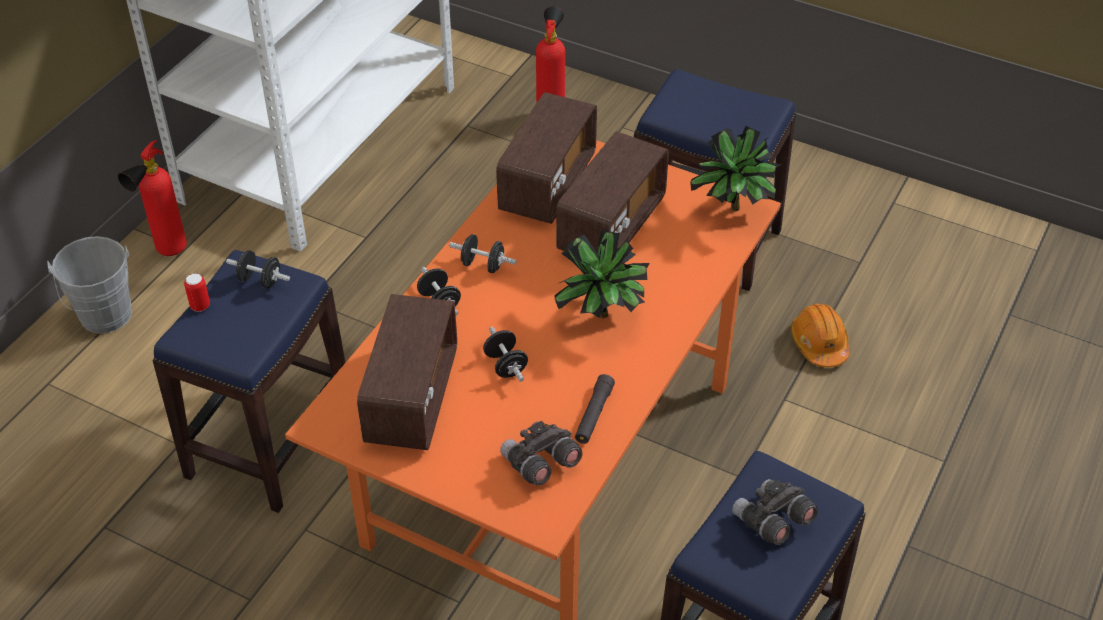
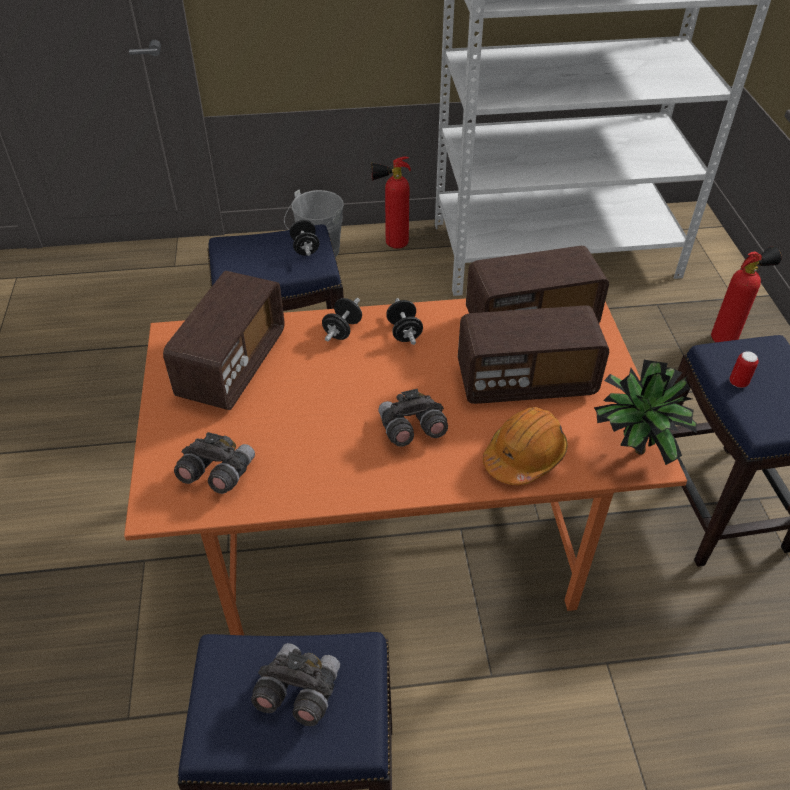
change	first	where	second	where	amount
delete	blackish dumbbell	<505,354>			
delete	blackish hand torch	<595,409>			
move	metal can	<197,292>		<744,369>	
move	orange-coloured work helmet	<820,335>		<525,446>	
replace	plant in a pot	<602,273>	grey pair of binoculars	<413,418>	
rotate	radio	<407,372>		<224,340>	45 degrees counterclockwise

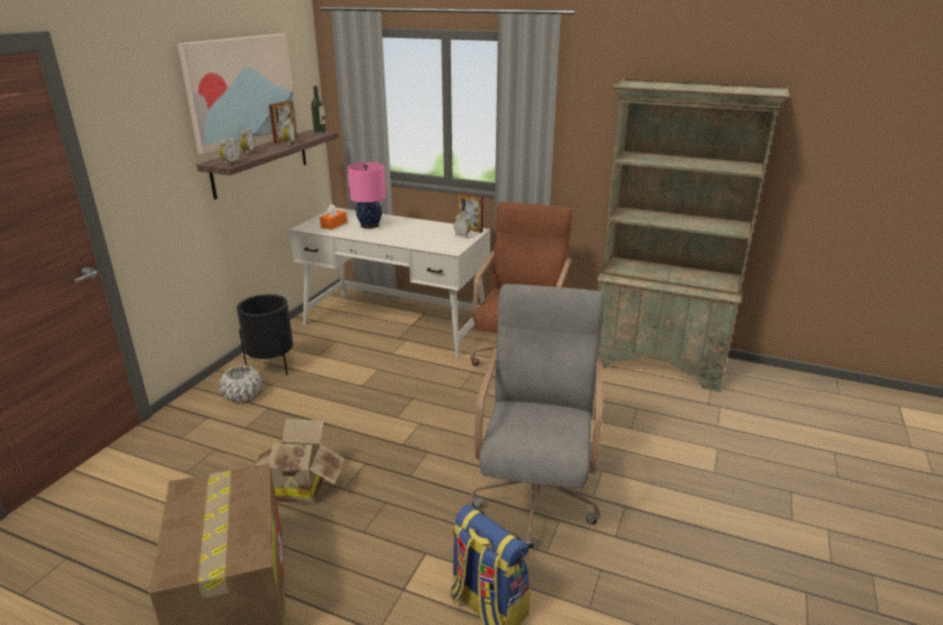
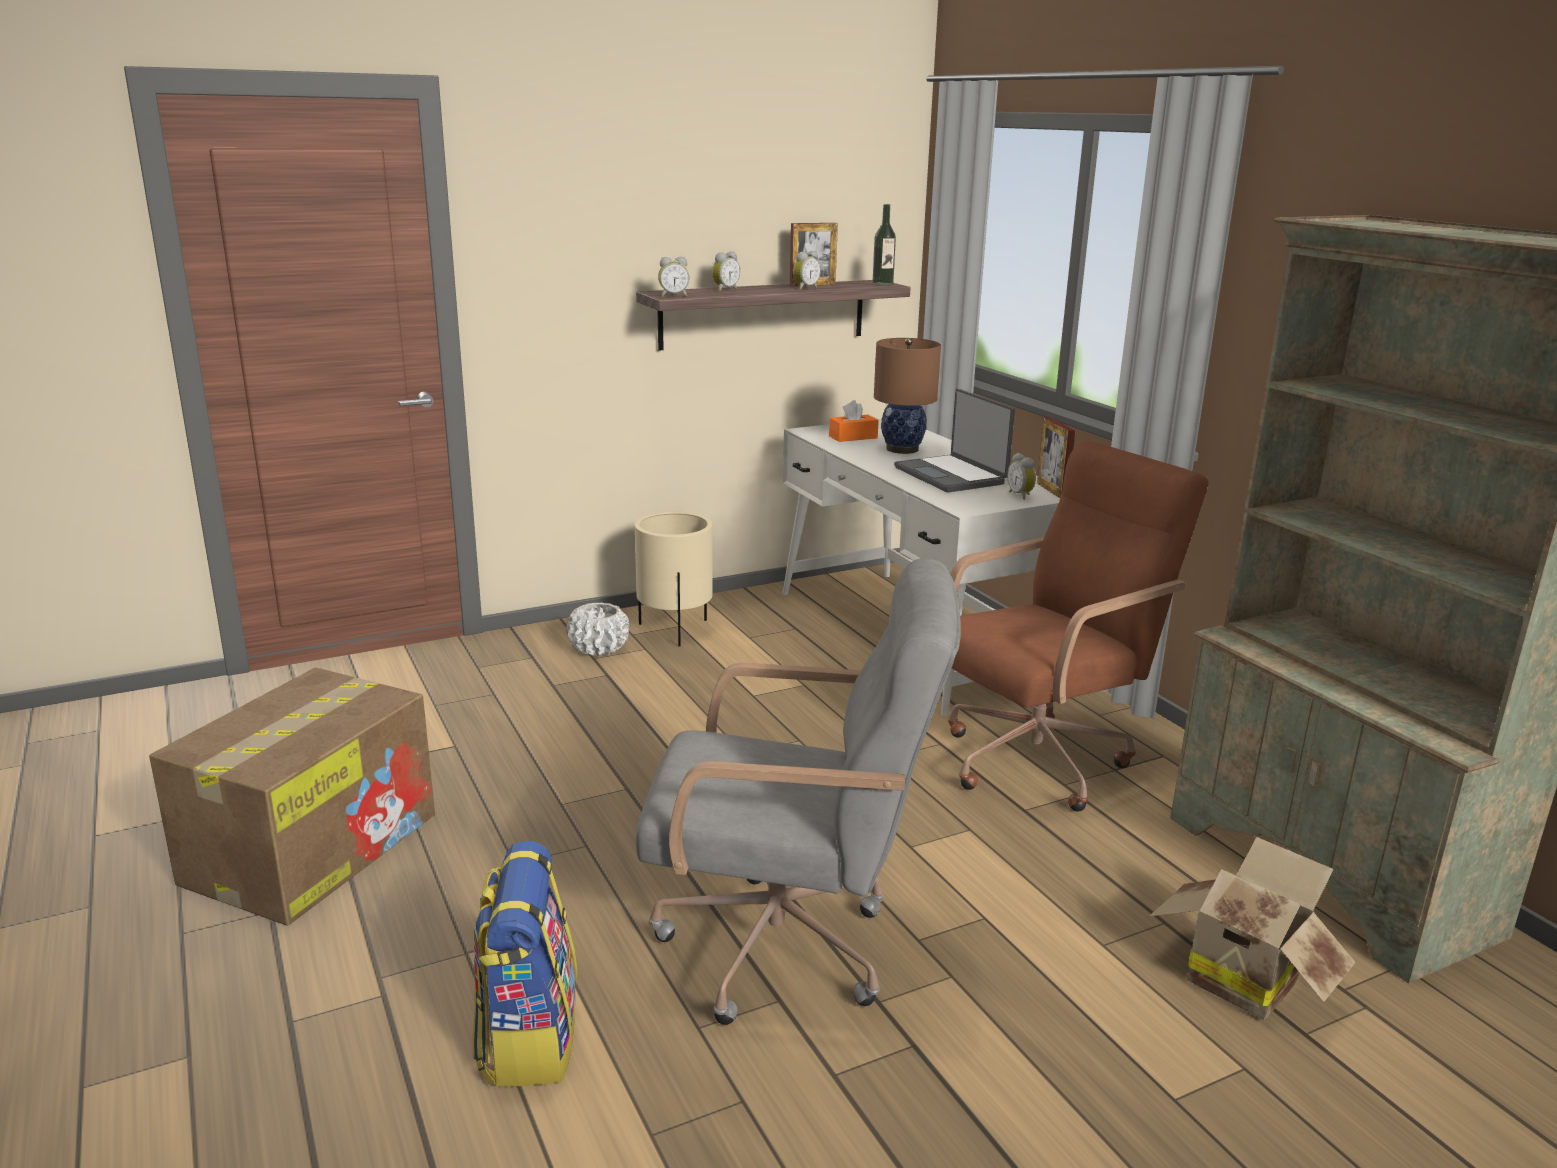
change	first	where	second	where	amount
delete	wall art	<237,94>			
insert			laptop	<954,440>	
move	cardboard box	<299,461>		<1252,928>	
recolor	blackish plant pot	<265,334>	beige-coloured plant pot	<674,578>	
recolor	pink-coloured lamp for a table	<366,195>	brown-coloured lamp for a table	<907,396>	
rotate	grey computer chair	<536,416>		<798,791>	45 degrees clockwise

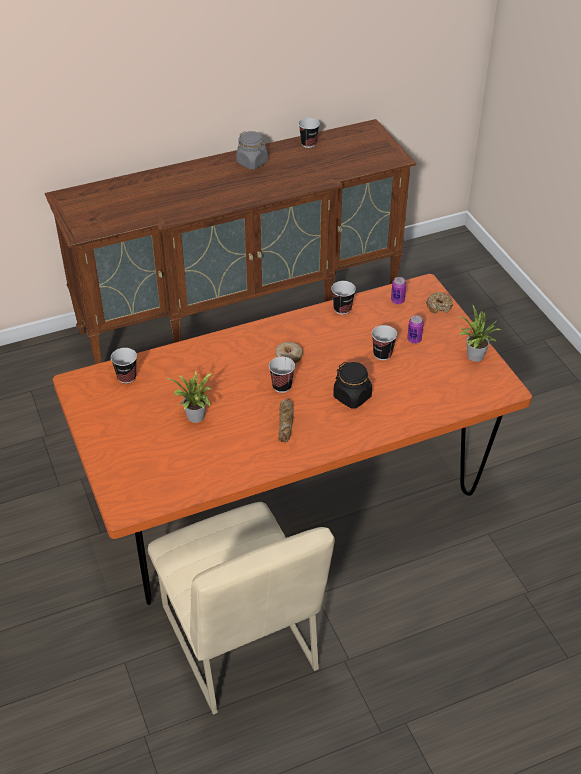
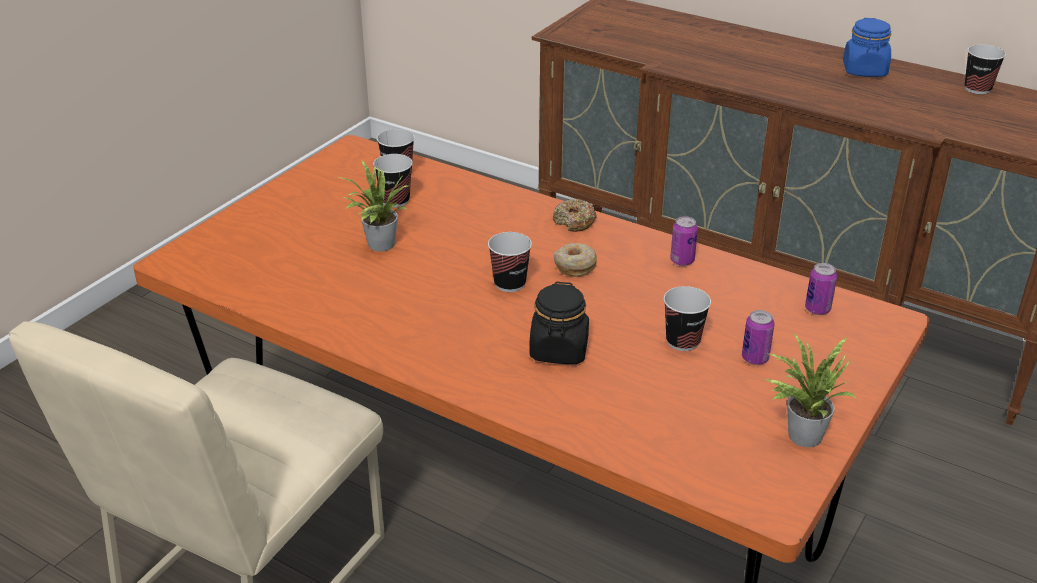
change	first	where	second	where	amount
delete	bread	<286,420>			
insert			metal can	<684,241>	
move	drinking cup	<343,298>		<393,181>	
move	ring doughnut	<439,303>		<575,215>	
recolor	grey preserve jar	<252,150>	bluish preserve jar	<867,47>	

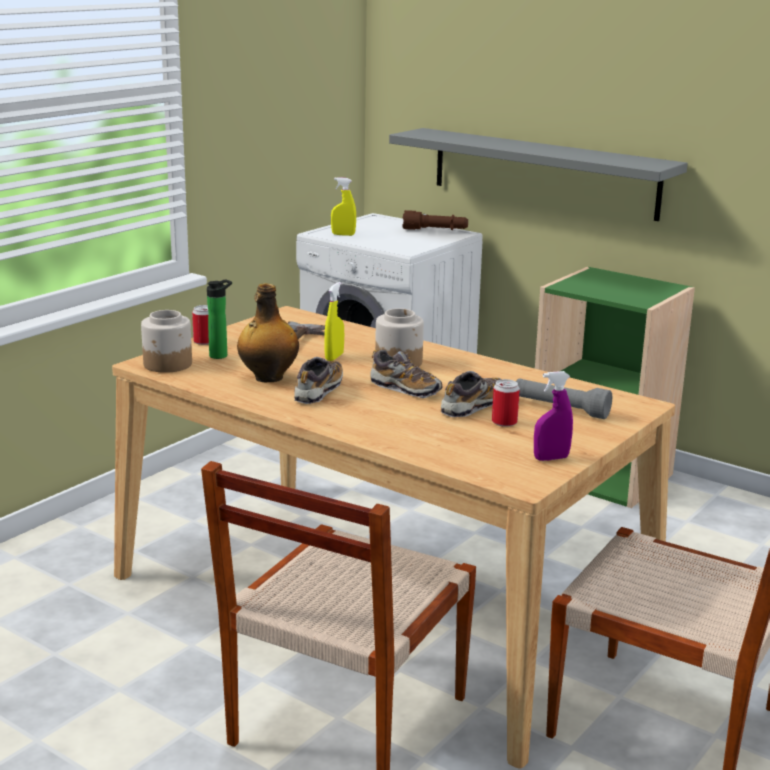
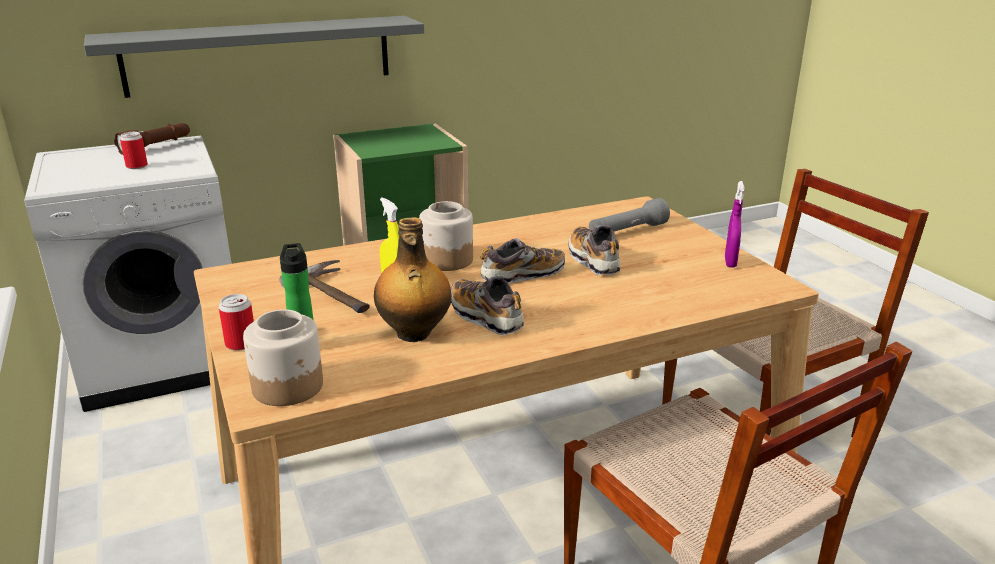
change	first	where	second	where	amount
delete	yellow-coloured sprayer	<343,206>			
move	metal can	<506,403>		<134,150>	

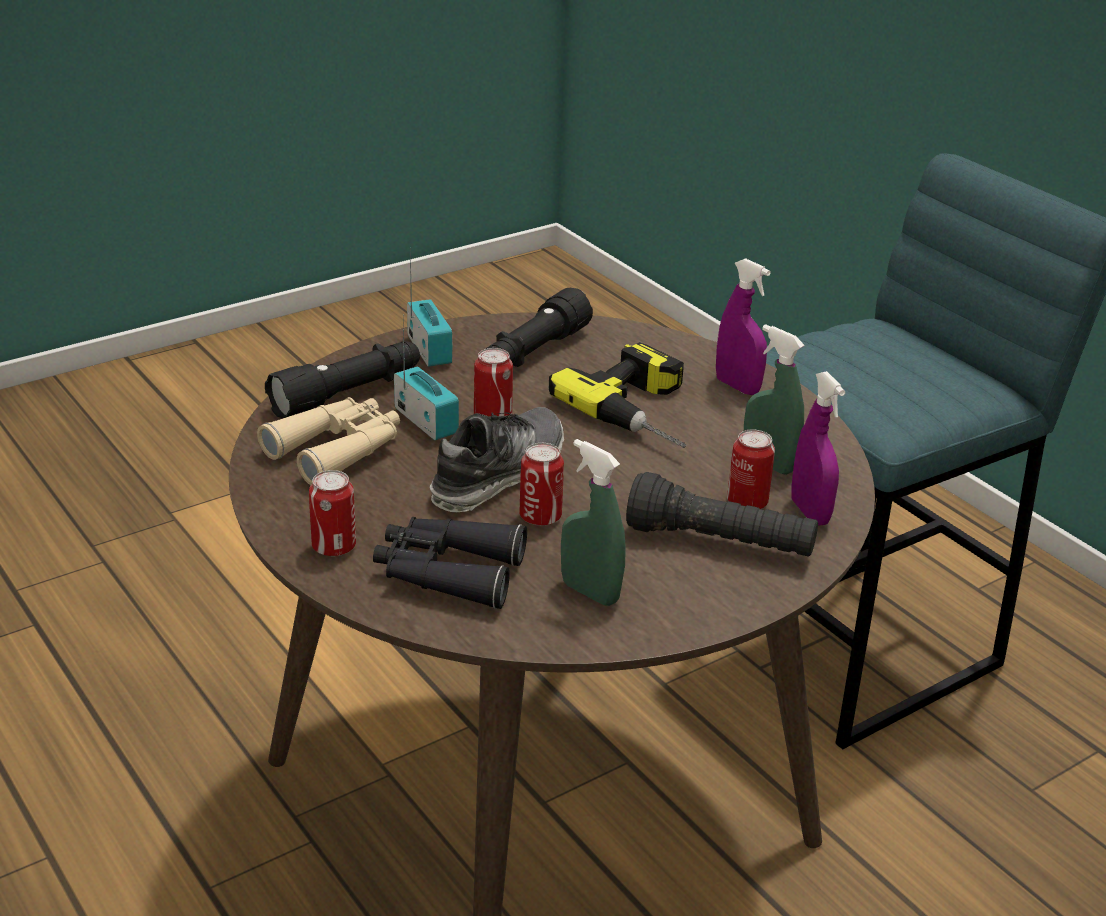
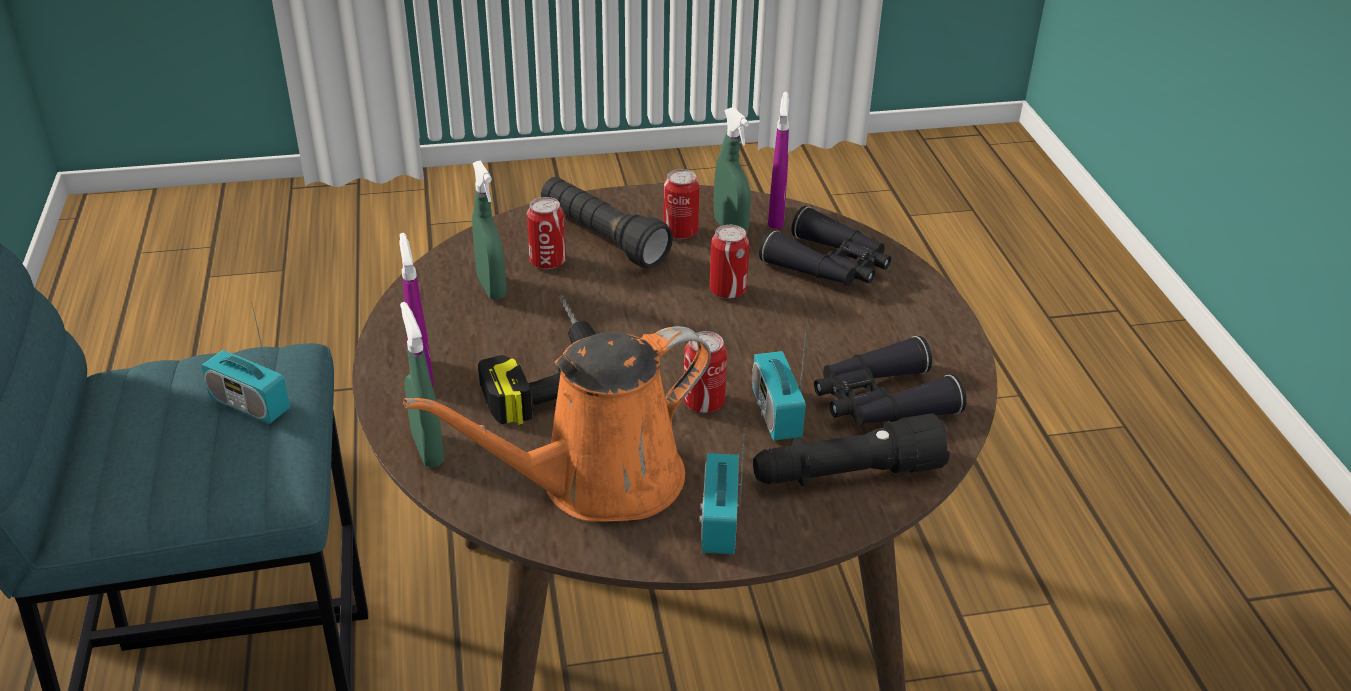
change	first	where	second	where	amount
delete	item of footwear	<497,459>			
insert			radio	<245,362>	
insert			greenish sprayer	<422,384>	
move	metal can	<332,513>		<681,204>	
move	purple-coloured sprayer	<818,448>		<778,160>	
replace	blackish hand torch	<539,327>	orange-coloured watering can	<557,424>	
recolor	beige-coloured pair of binoculars	<328,441>	blackish pair of binoculars	<890,381>	

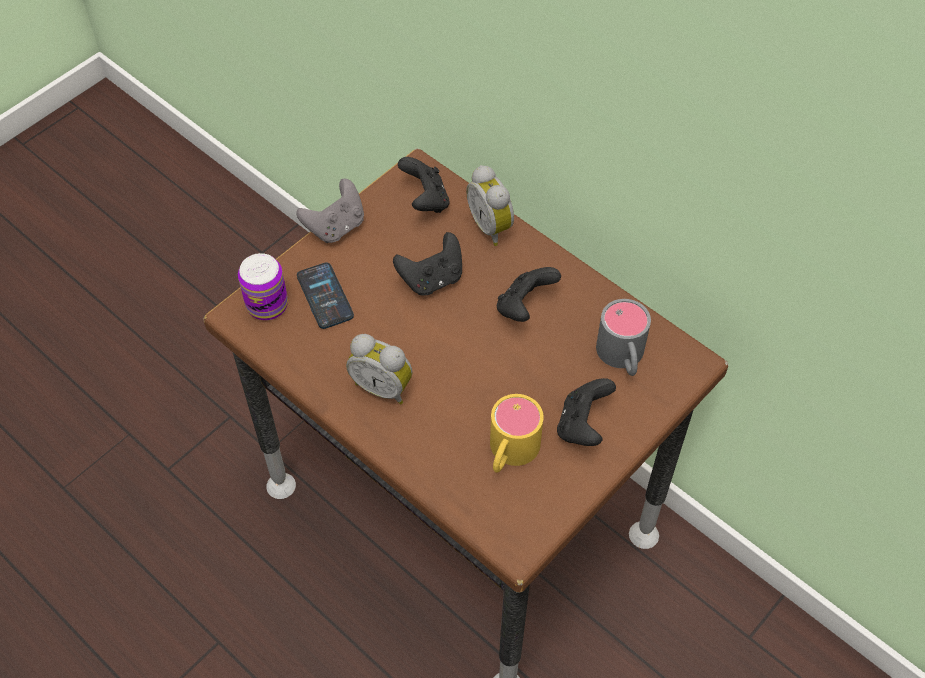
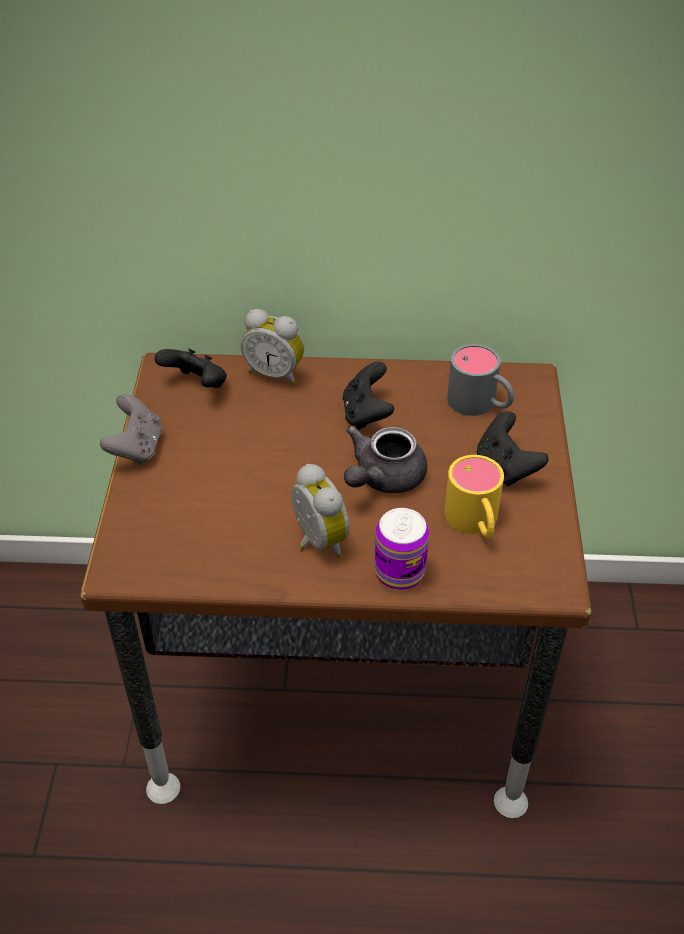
change	first	where	second	where	amount
delete	phone	<325,295>			
delete	blackish joypad	<427,263>			
insert			grey teapot	<385,459>	
move	metal can	<263,286>		<402,549>	
rotate	bedside clock	<379,369>		<321,511>	105 degrees counterclockwise

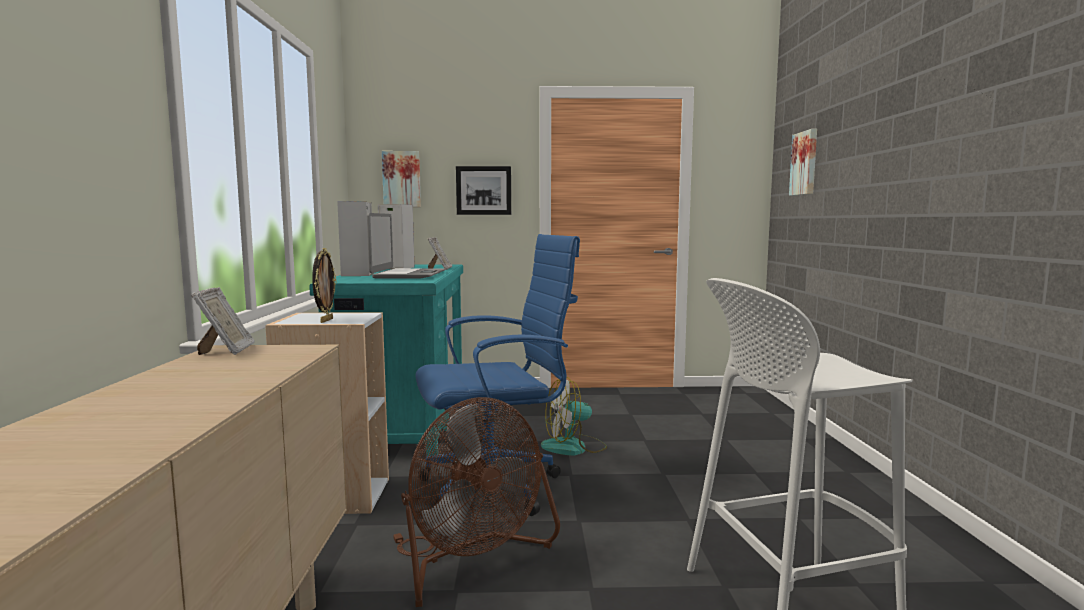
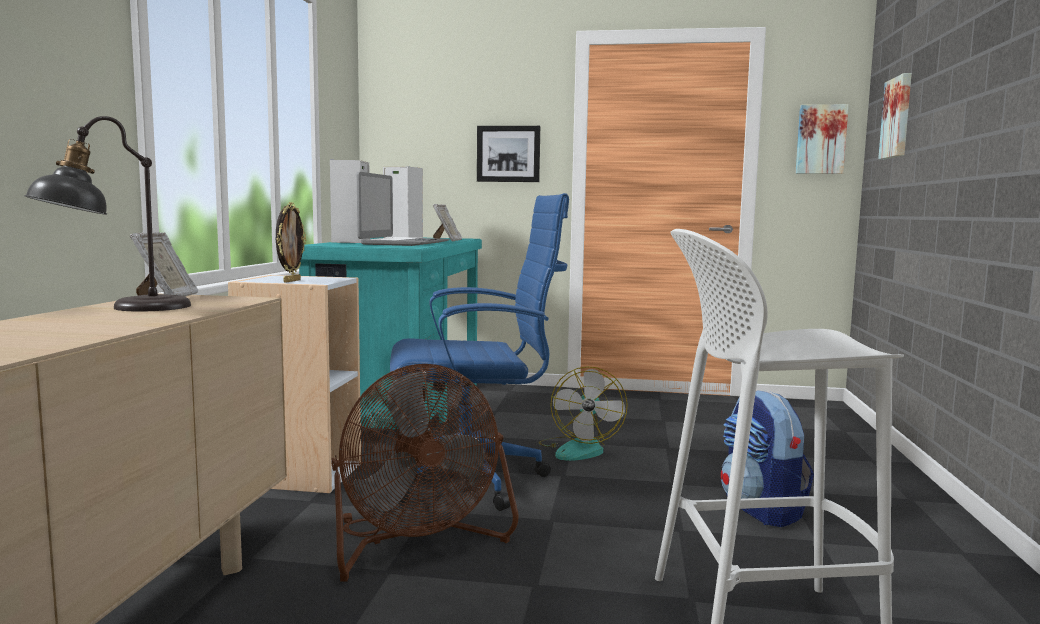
change	first	where	second	where	amount
insert			grey lamp for a table	<108,214>	
insert			knapsack	<767,458>	
move	wall art	<401,179>		<822,139>	
rotate	electric fan	<574,416>		<583,413>	75 degrees counterclockwise

